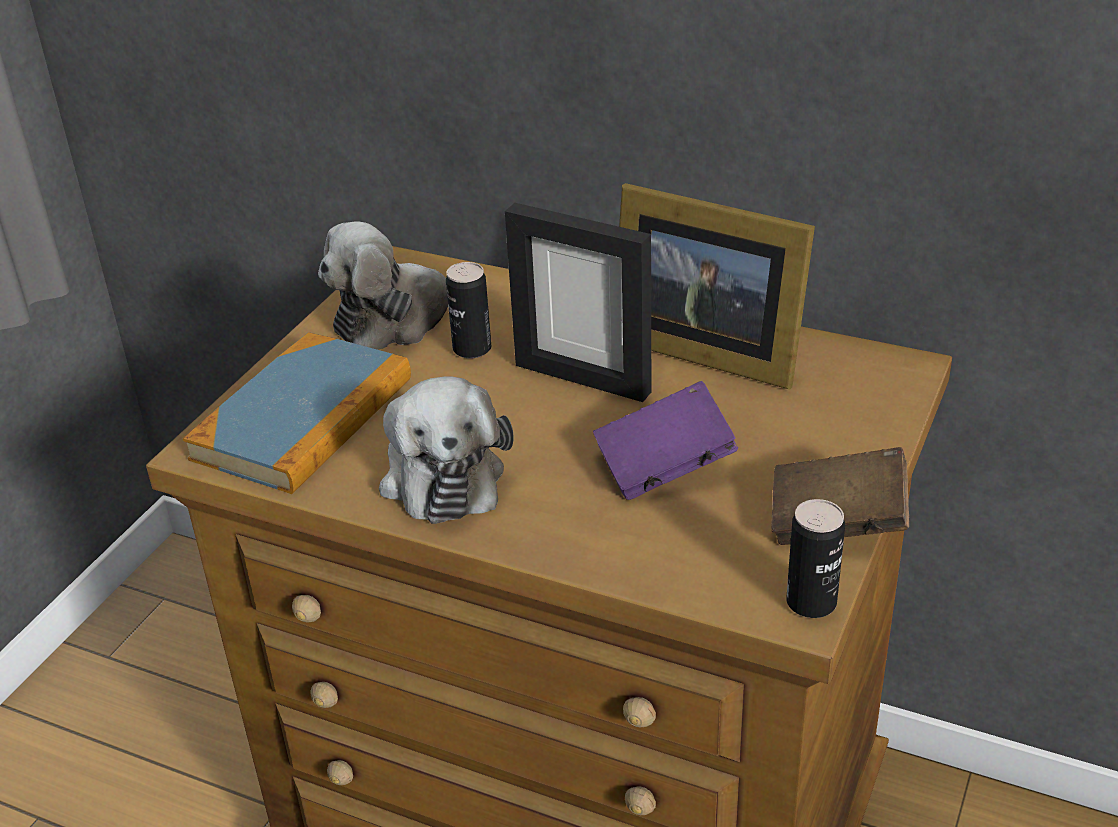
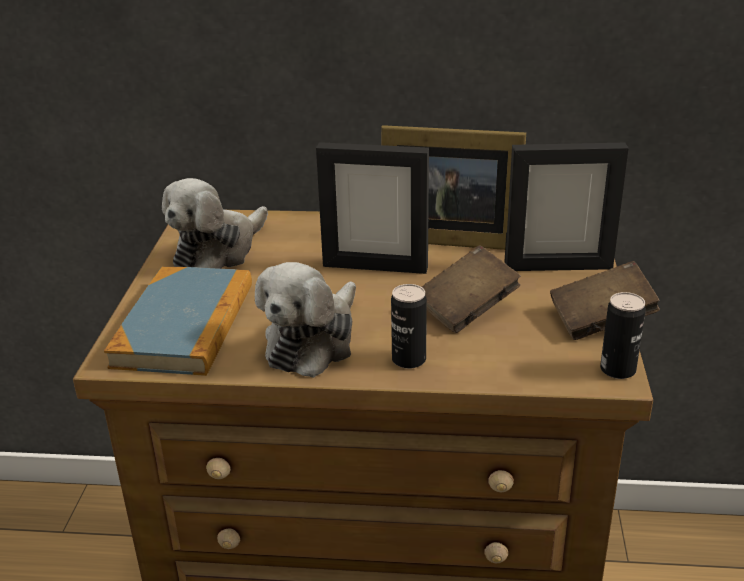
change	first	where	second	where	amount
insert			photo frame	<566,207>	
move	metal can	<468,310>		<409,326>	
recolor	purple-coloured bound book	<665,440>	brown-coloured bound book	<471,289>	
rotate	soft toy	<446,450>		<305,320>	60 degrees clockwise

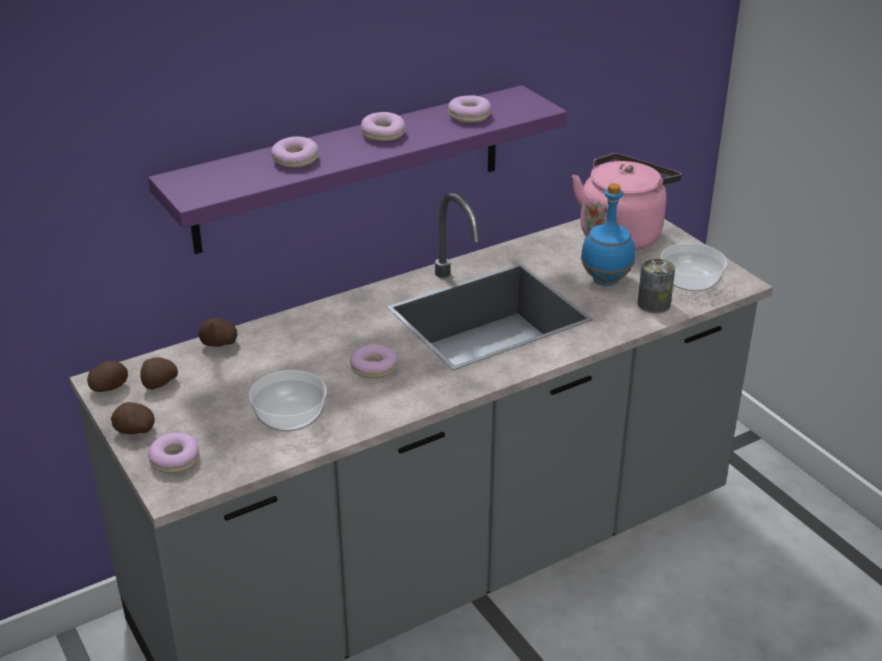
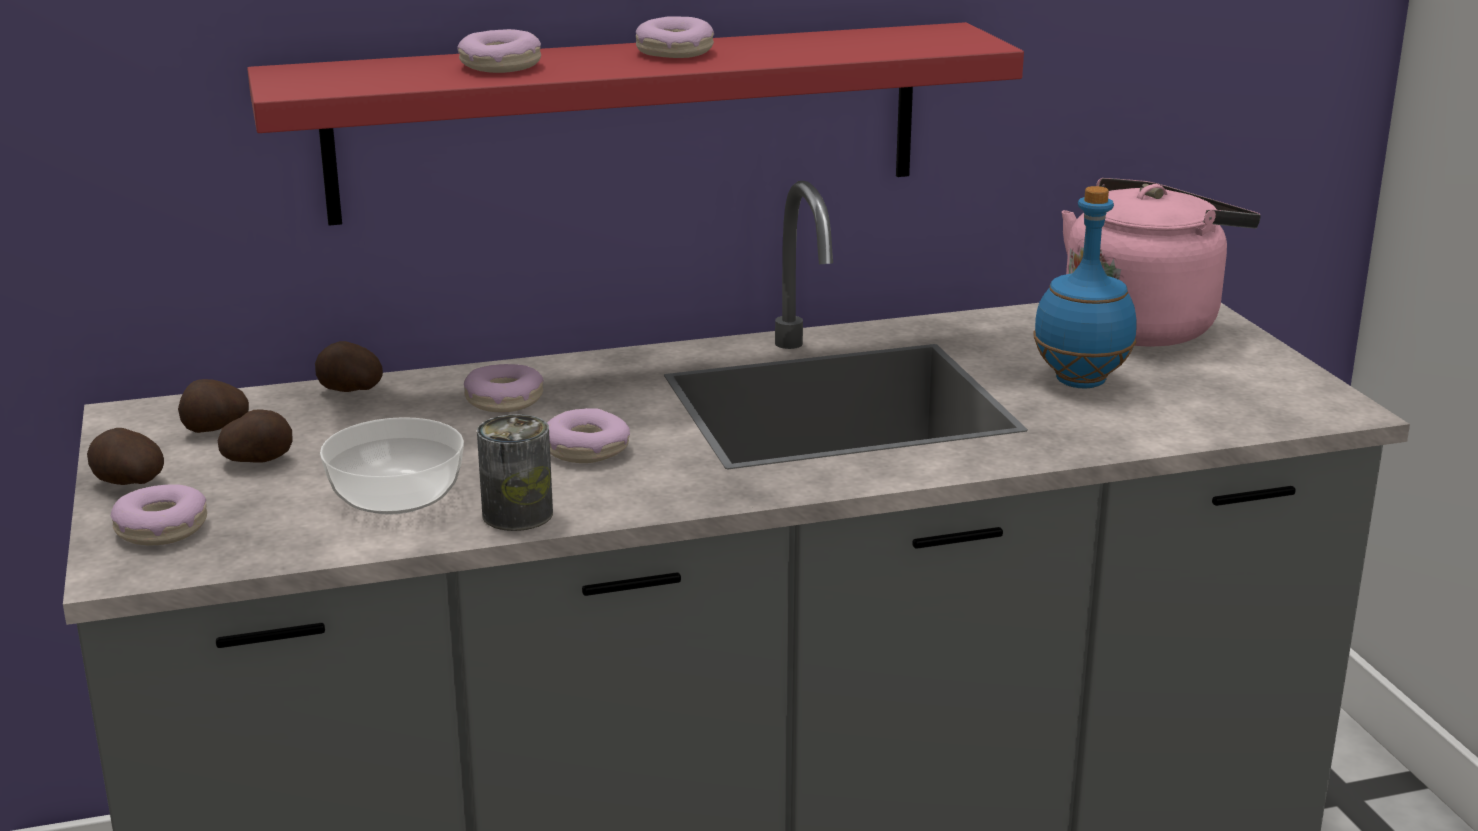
change	first	where	second	where	amount
delete	deep dish	<694,267>			
move	potato	<107,376>		<255,435>	
move	ring doughnut	<469,109>		<504,388>	
move	metal can	<656,285>		<515,472>	
recolor	purple-coloured shelf	<357,169>	red-coloured shelf	<635,124>	

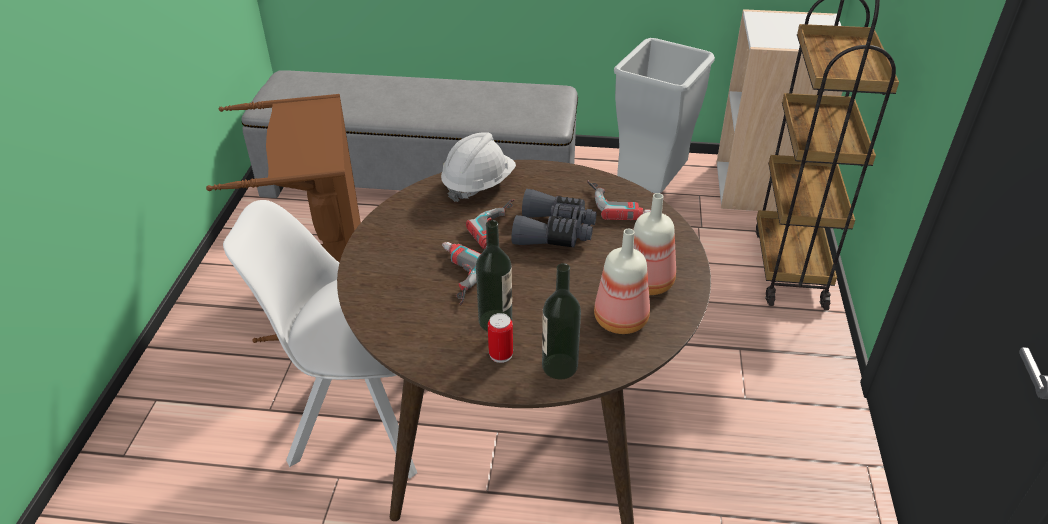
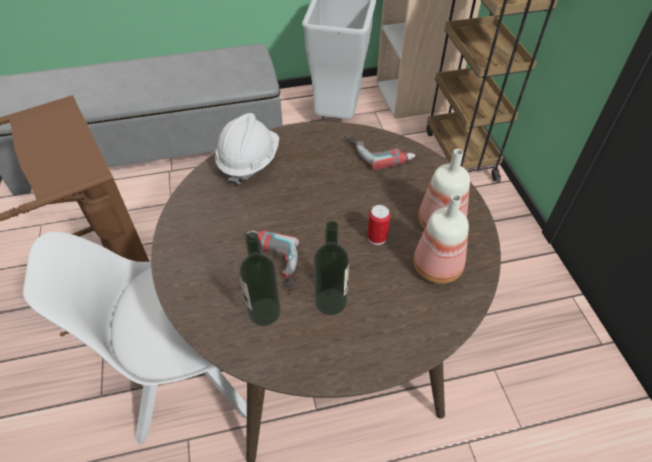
change	first	where	second	where	amount
delete	power drill	<490,224>			
delete	grey pair of binoculars	<554,218>			
move	metal can	<500,338>		<379,225>	
move	bottle	<561,321>		<260,279>	

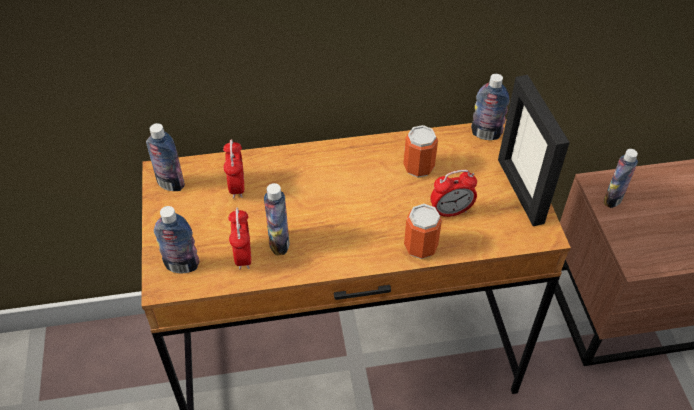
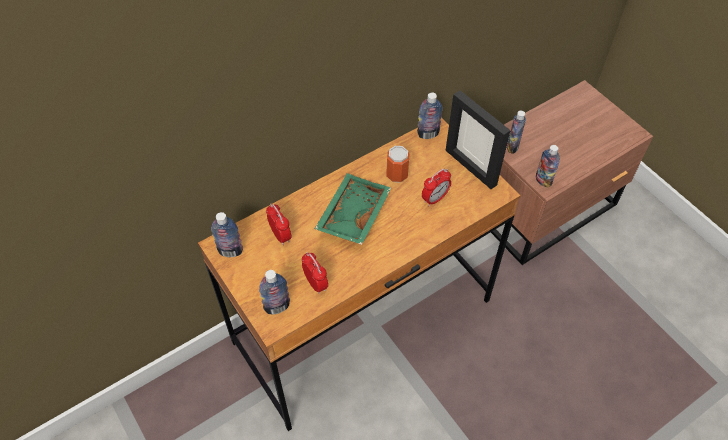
change	first	where	second	where	amount
delete	metal can	<423,231>			
insert			greenish carrying tray	<353,209>	
move	bottle	<276,219>		<548,166>	

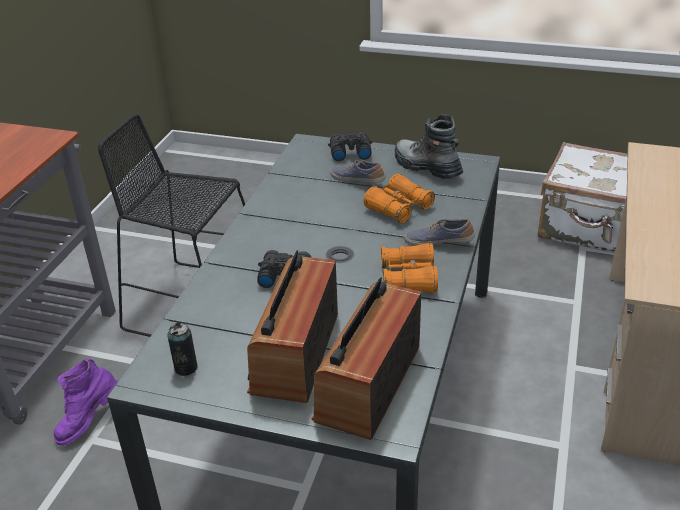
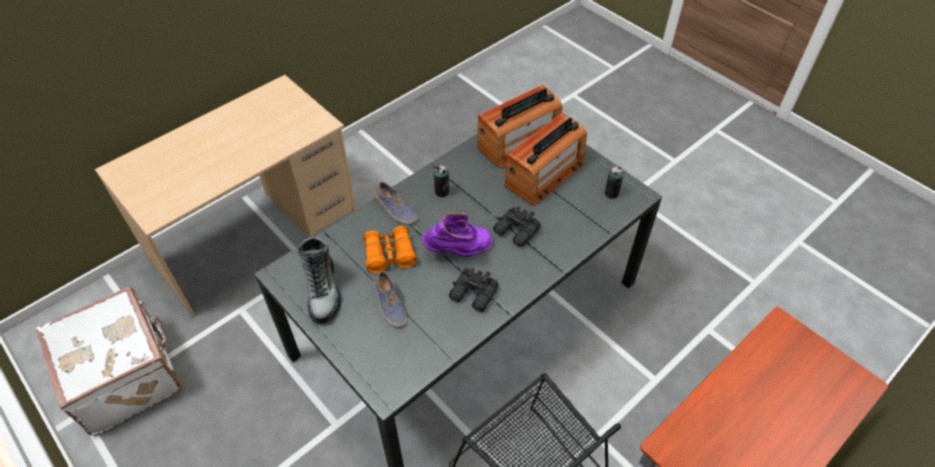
change	first	where	second	where	amount
move	purple-coloured high-top boot	<86,402>		<457,235>	
move	blackish pair of binoculars	<350,146>		<474,290>	
replace	orange-coloured pair of binoculars	<409,268>	metal can	<441,181>	

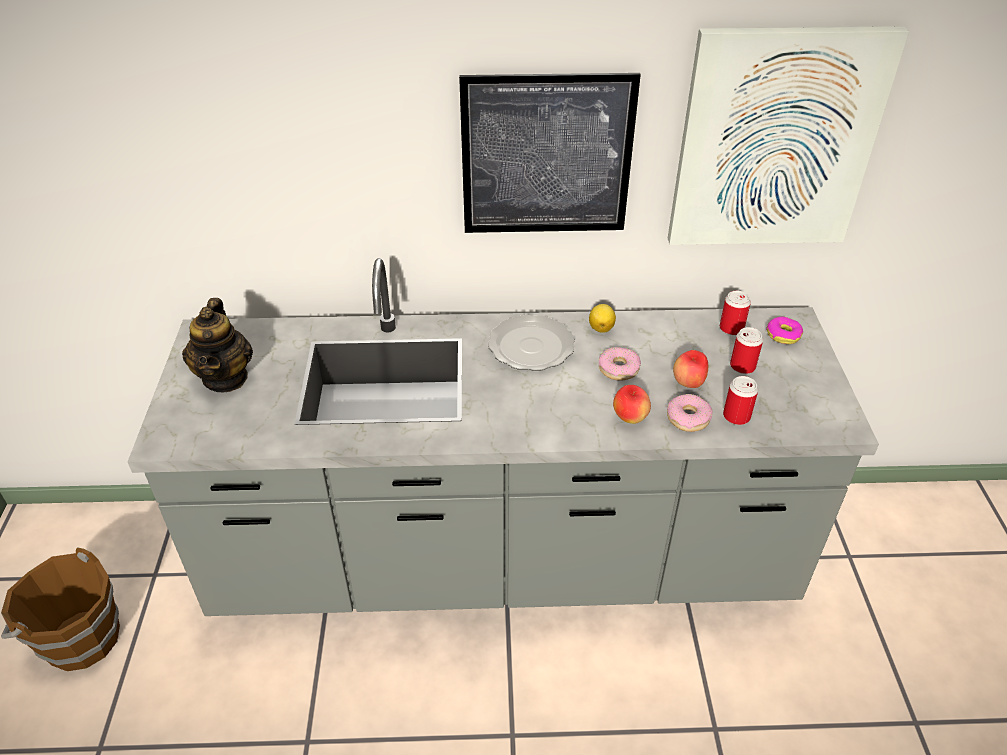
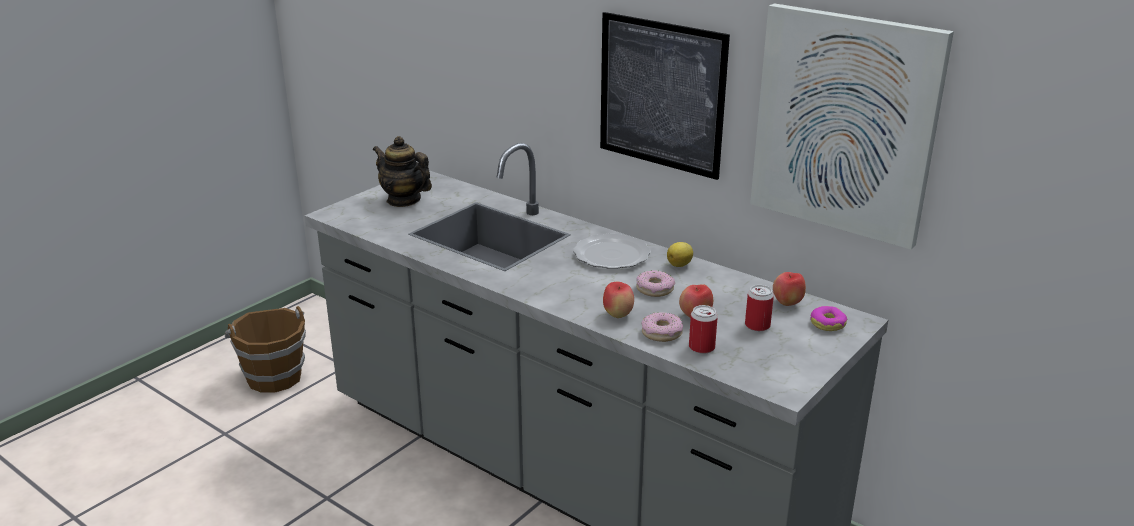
change	first	where	second	where	amount
replace	metal can	<735,313>	apple	<789,289>	
rotate	teapot	<217,345>		<402,171>	90 degrees clockwise

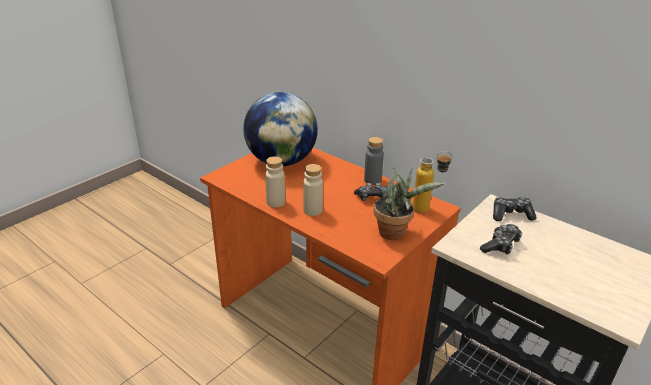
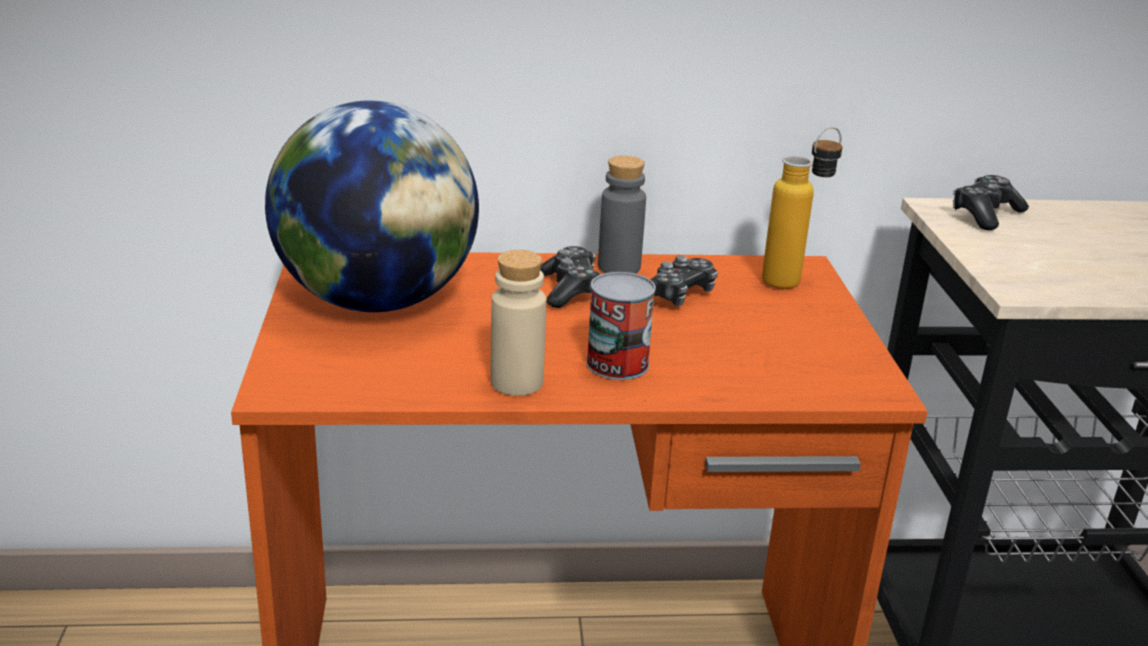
change	first	where	second	where	amount
delete	plant in a pot	<409,203>			
move	joypad	<501,239>		<570,277>	
replace	beige-coloured bottle	<313,190>	metal can	<621,326>	

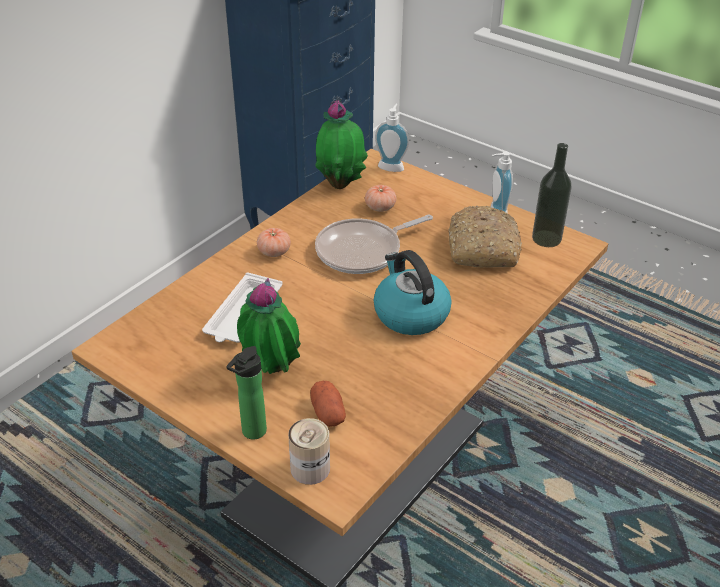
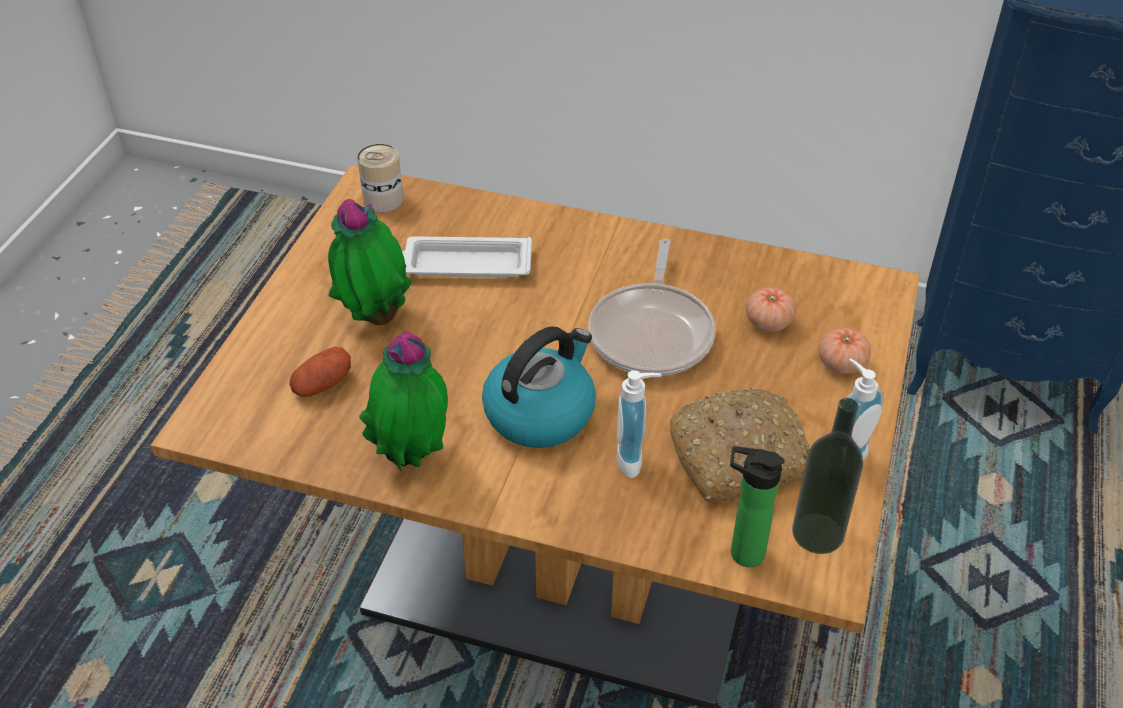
change	first	where	second	where	amount
move	bottle	<246,392>		<757,506>	
move	whole tomato	<274,242>		<844,351>	
move	metal can	<309,451>		<380,178>	
move	plant in a pot	<341,144>		<403,401>	
move	liquid soap bottle	<392,138>		<638,424>	
rotate	pan	<374,244>		<652,307>	120 degrees counterclockwise

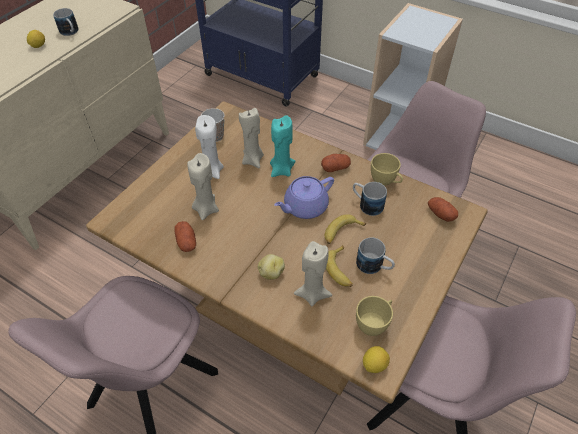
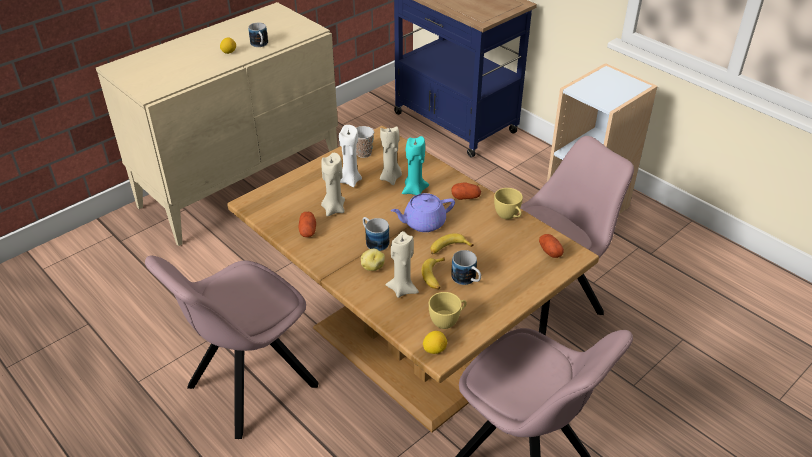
change	first	where	second	where	amount
move	mug	<370,199>		<376,234>	

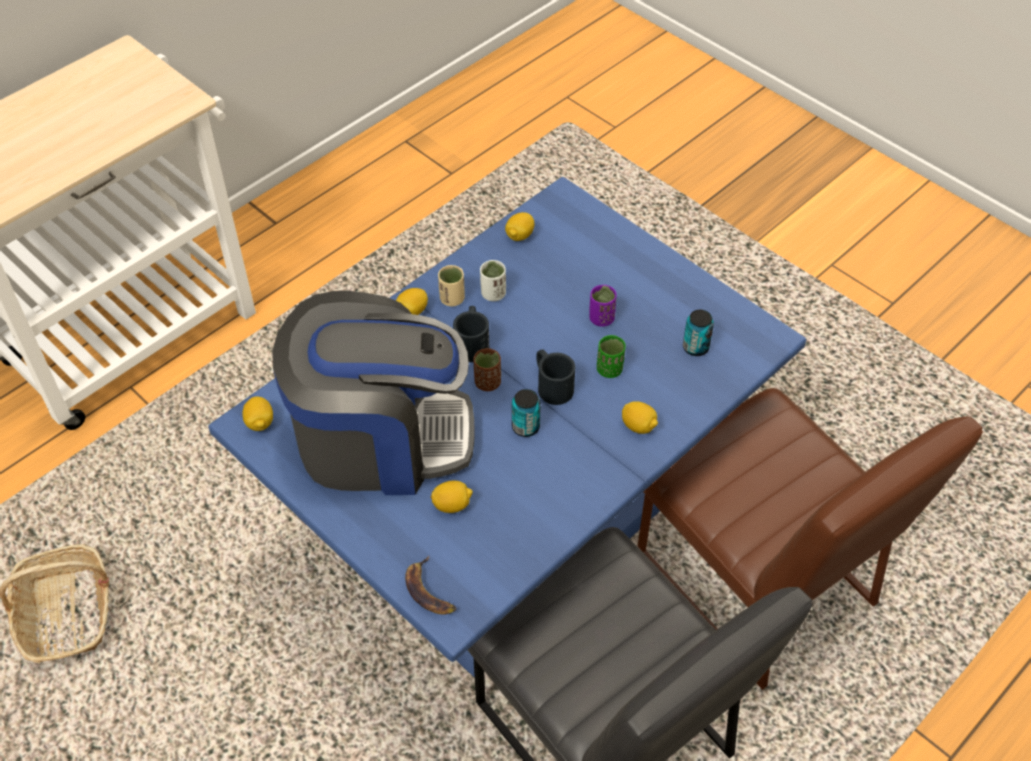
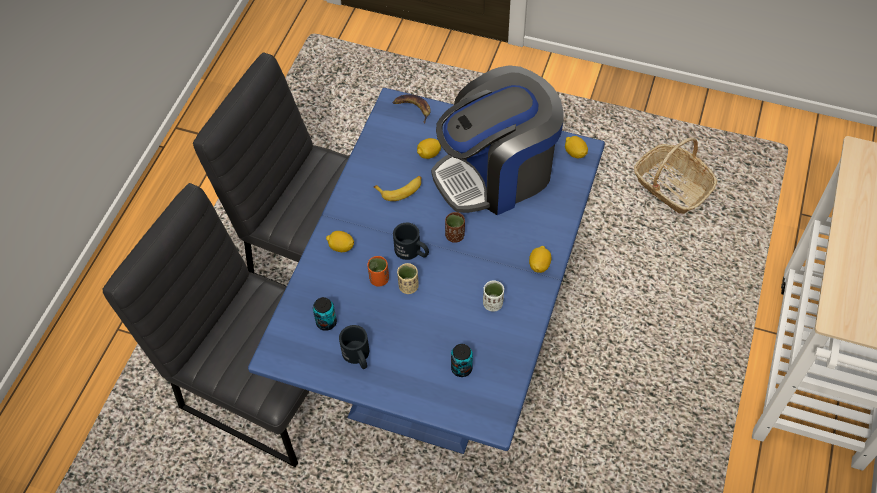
change	first	where	second	where	amount
delete	lemon	<519,226>			
delete	purple-coloured drinking cup	<603,306>			
insert			whole banana	<397,188>	
move	beige-coloured drinking cup	<451,285>		<407,278>	
move	blackish mug	<471,334>		<354,347>	
move	metal can	<526,413>		<462,360>	
recolor	greenish drinking cup	<611,356>	orange-coloured drinking cup	<378,271>	
recolor	brown-coloured chair	<810,539>	grey chair	<206,325>	

